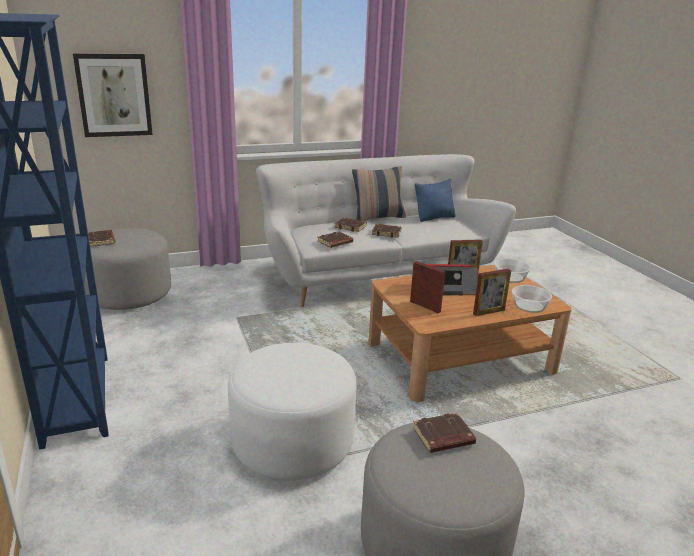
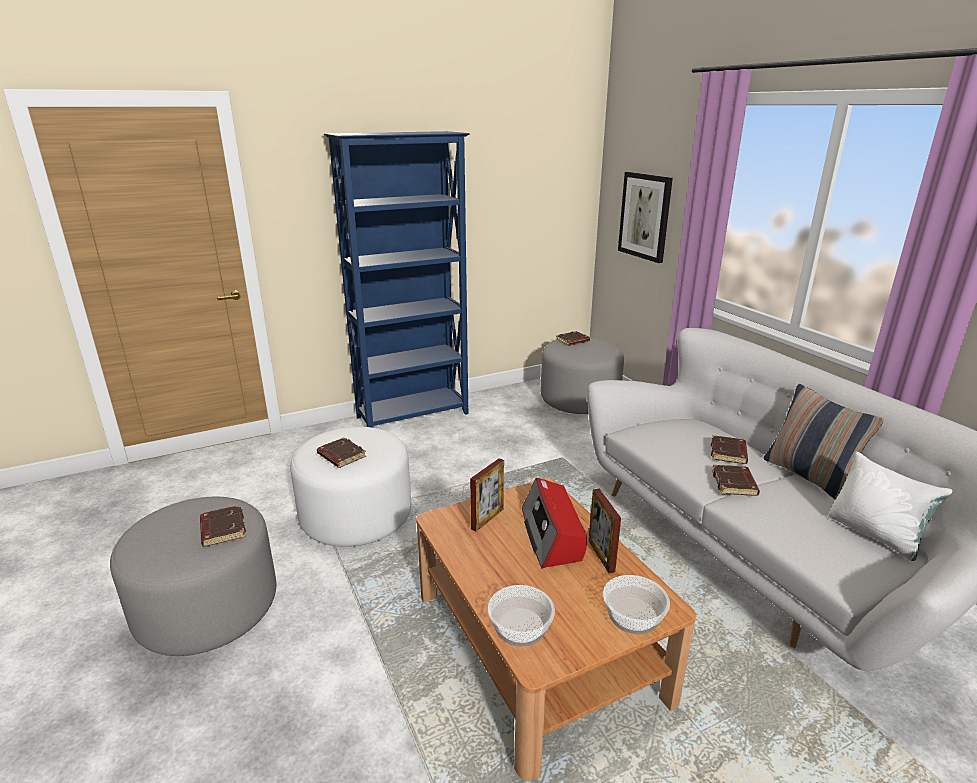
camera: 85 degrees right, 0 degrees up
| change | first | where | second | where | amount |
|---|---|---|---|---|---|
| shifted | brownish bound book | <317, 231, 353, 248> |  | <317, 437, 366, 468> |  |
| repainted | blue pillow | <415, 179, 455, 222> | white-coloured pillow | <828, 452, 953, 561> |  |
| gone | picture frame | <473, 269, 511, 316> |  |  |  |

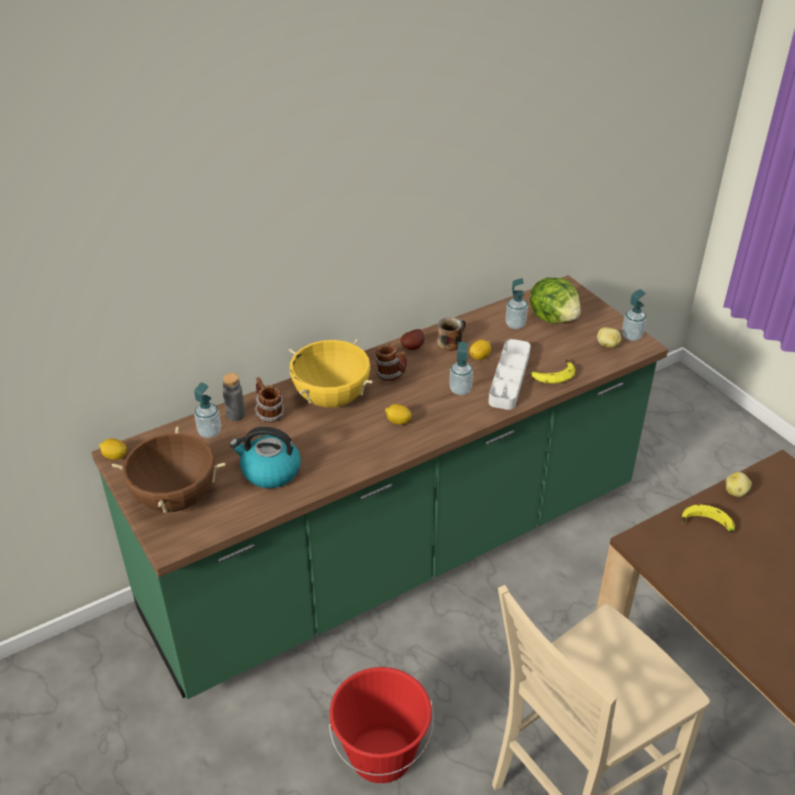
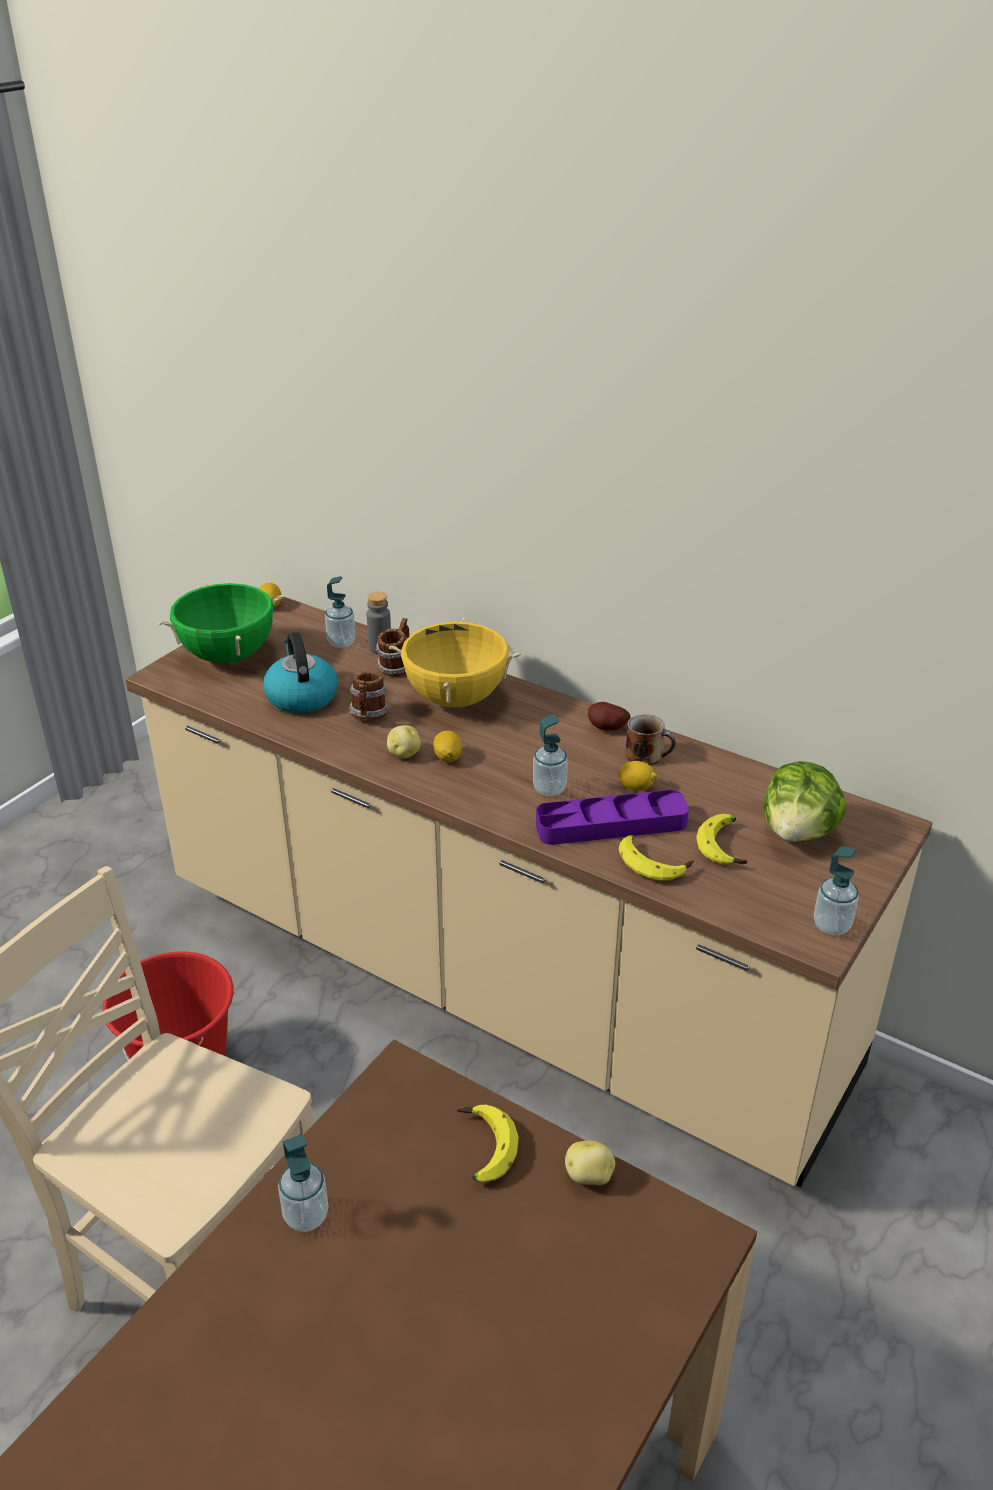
camera: 65 degrees right, 5 degrees down
| change | first | where | second | where | amount |
|---|---|---|---|---|---|
| repainted | green kitchen base unit | <91, 275, 668, 699> | sand-coloured kitchen base unit | <125, 596, 932, 1187> |  |
| repainted | brownish stockpot | <112, 426, 225, 513> | green stockpot | <158, 582, 283, 663> |  |
| shifted | soap bottle | <505, 278, 528, 329> |  | <278, 1134, 329, 1232> |  |
| shifted | mug | <375, 345, 407, 381> |  | <349, 672, 389, 721> |  |
| shifted | spud | <597, 327, 621, 348> |  | <387, 725, 421, 759> |  |
| repainted | gray serving tray | <488, 339, 531, 410> | purple-coloured serving tray | <536, 790, 689, 845> |  |
| new |  |  | banana fruit | <696, 814, 748, 864> |  |

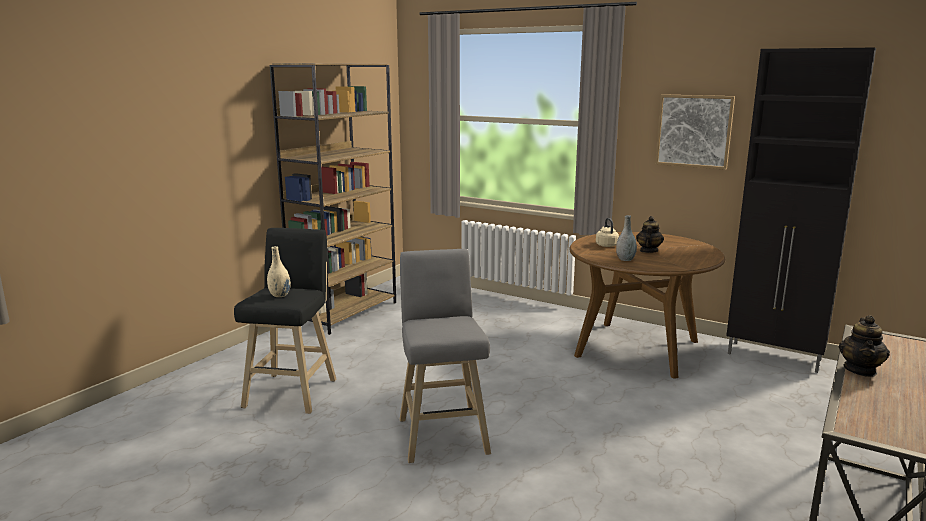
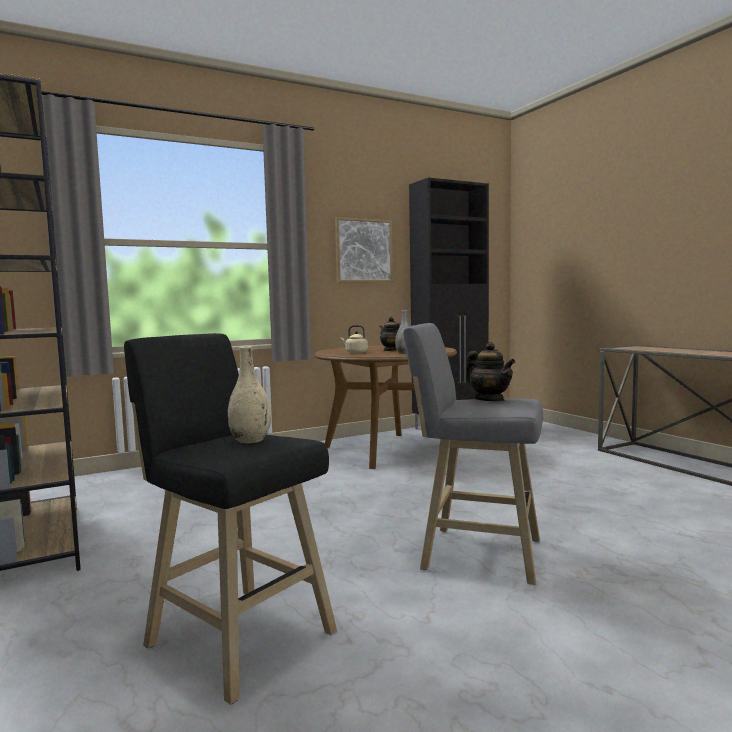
camera: 60 degrees left, 10 degrees down
| change | first | where | second | where | amount |
|---|---|---|---|---|---|
| shifted | teapot | <839, 315, 890, 377> |  | <466, 342, 515, 401> |  |

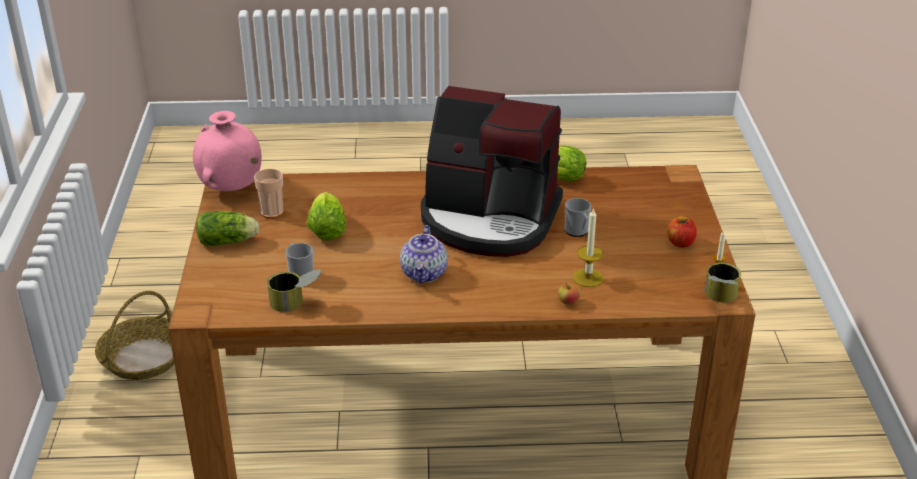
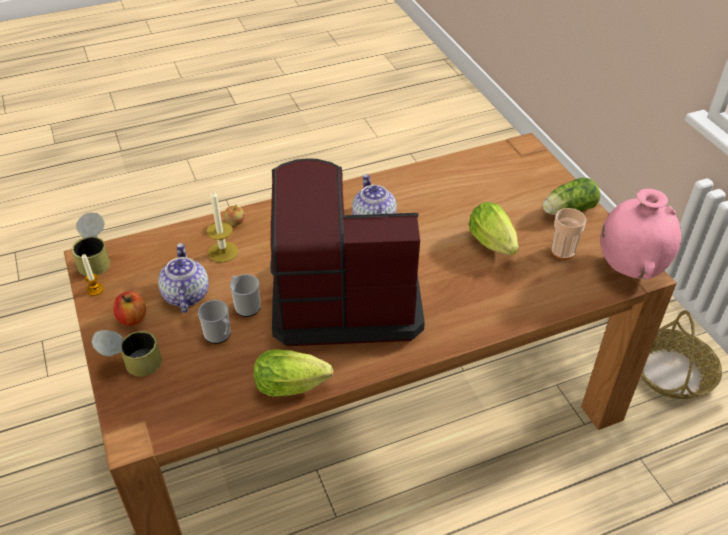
camera: 160 degrees right, 10 degrees up
| change | first | where | second | where | amount |
|---|---|---|---|---|---|
| shifted | can | <267, 269, 321, 312> |  | <91, 330, 162, 377> |  |
| new |  |  | teapot | <158, 243, 209, 313> |  |
| shifted | mug | <285, 243, 314, 276> |  | <198, 300, 231, 344> |  |

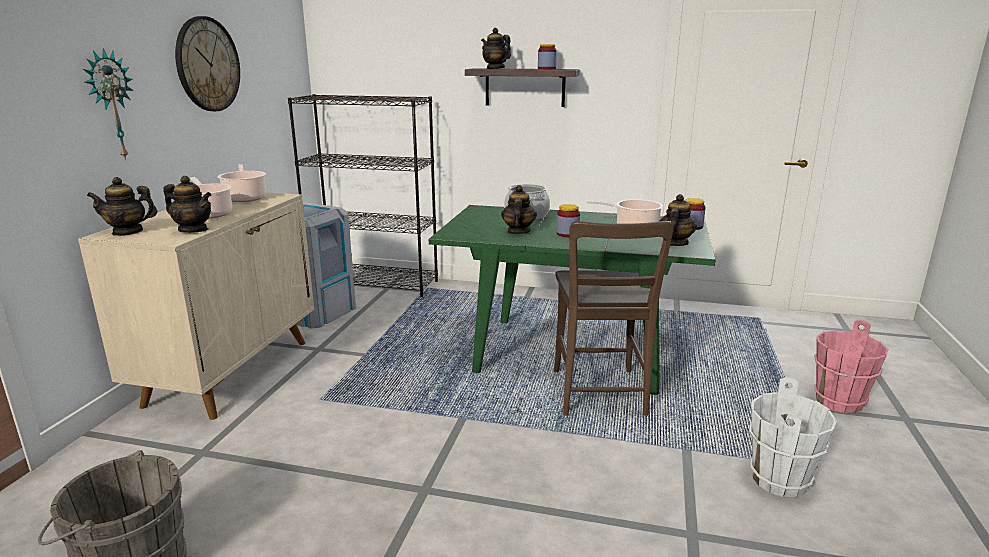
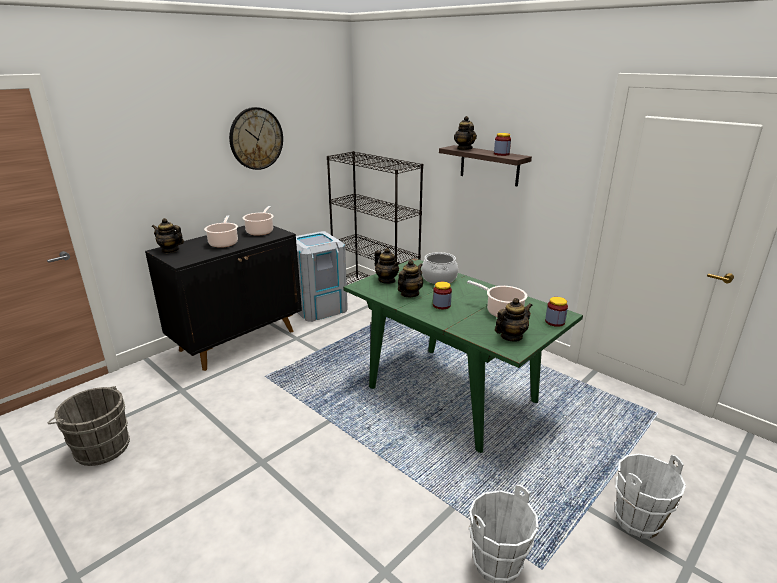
camera: 30 degrees right, 5 degrees up
| change | first | where | second | where | amount |
|---|---|---|---|---|---|
| repainted | sand-coloured cupboard | <78, 192, 314, 420> | black-coloured cupboard | <145, 226, 302, 371> |  |
| shifted | teapot | <163, 176, 211, 233> |  | <375, 248, 400, 284> |  |
| repainted | pinkish pail | <814, 320, 889, 413> | white-coloured pail | <615, 453, 686, 539> |  |
| gone | wall clock | <83, 48, 133, 160> |  |  |  |
| gone | brownish plain chair | <554, 221, 674, 416> |  |  |  |

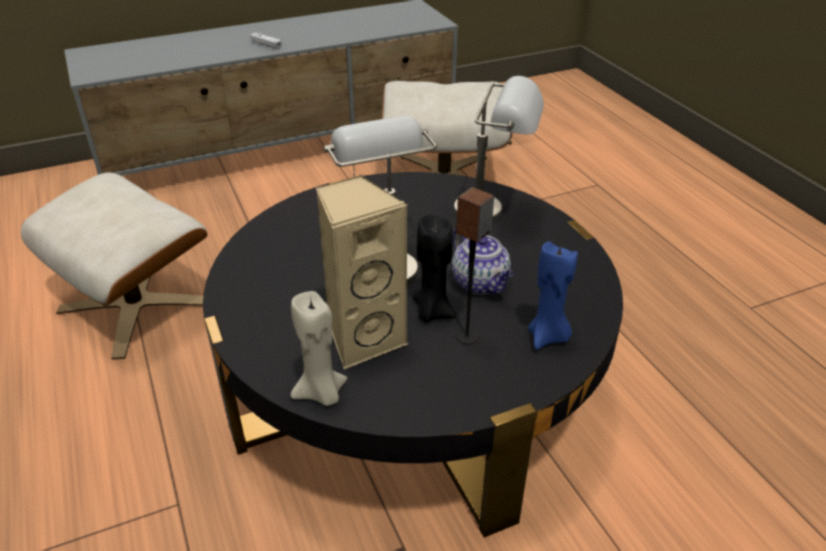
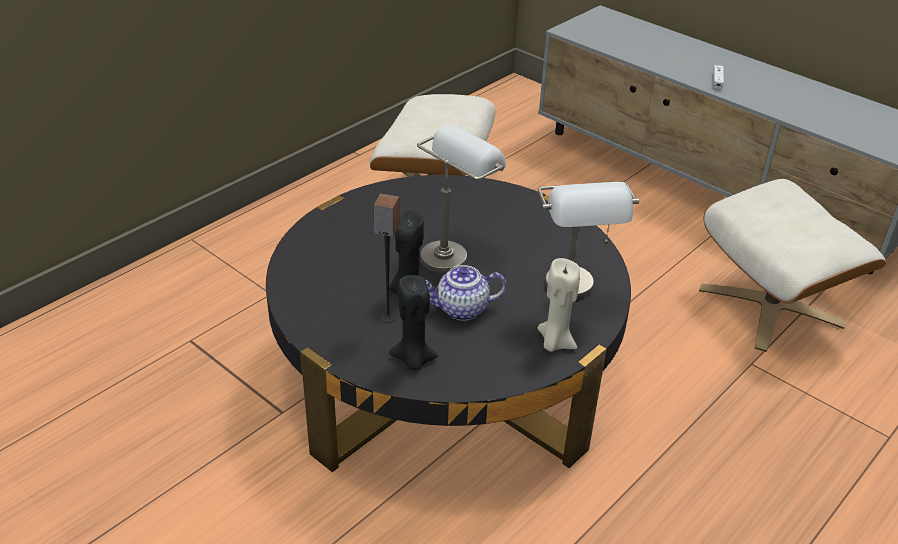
camera: 65 degrees right, 0 degrees up
| change | first | where | second | where | amount |
|---|---|---|---|---|---|
| repainted | blue candle | <528, 241, 578, 350> | black-coloured candle | <389, 275, 438, 371> |  |
| rotated | teapot | <452, 230, 513, 294> |  | <425, 265, 506, 321> | 45 degrees clockwise |
| shifted | sand-coloured candle | <291, 291, 347, 406> |  | <538, 258, 580, 352> |  |
| gone | sand-coloured speaker | <316, 175, 408, 369> |  |  |  |

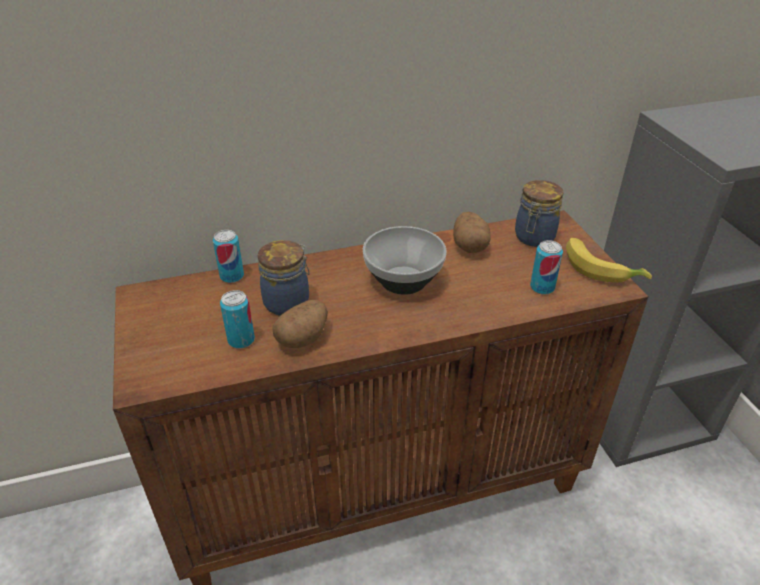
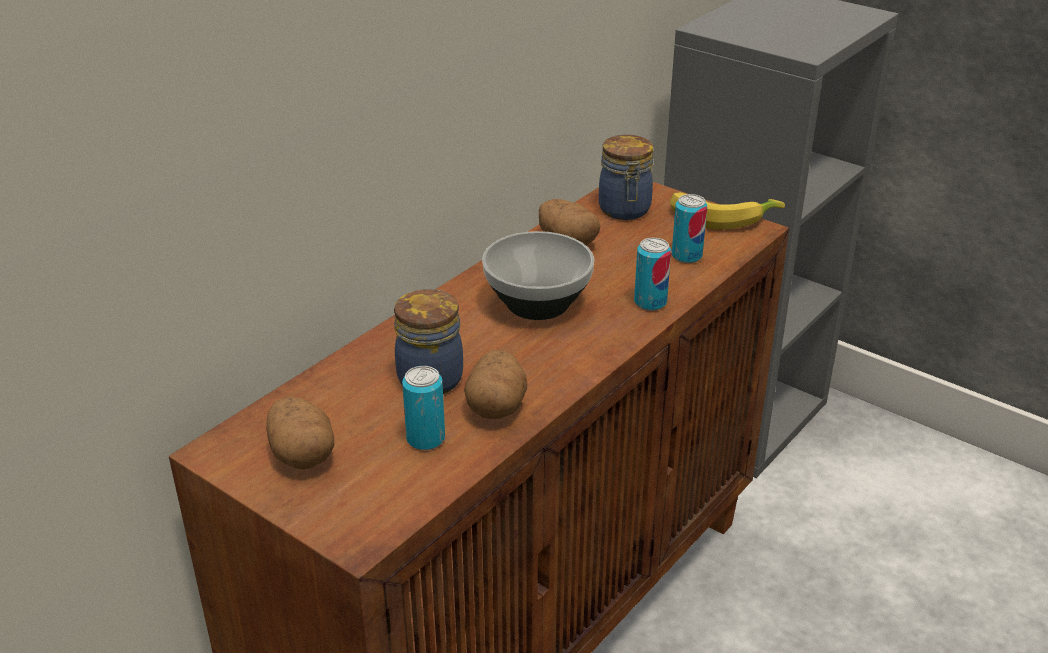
camera: 35 degrees left, 5 degrees down
| change | first | where | second | where | amount |
|---|---|---|---|---|---|
| new |  |  | spud | <266, 396, 334, 469> |  |
| shifted | can | <213, 230, 244, 283> |  | <634, 238, 671, 311> |  |

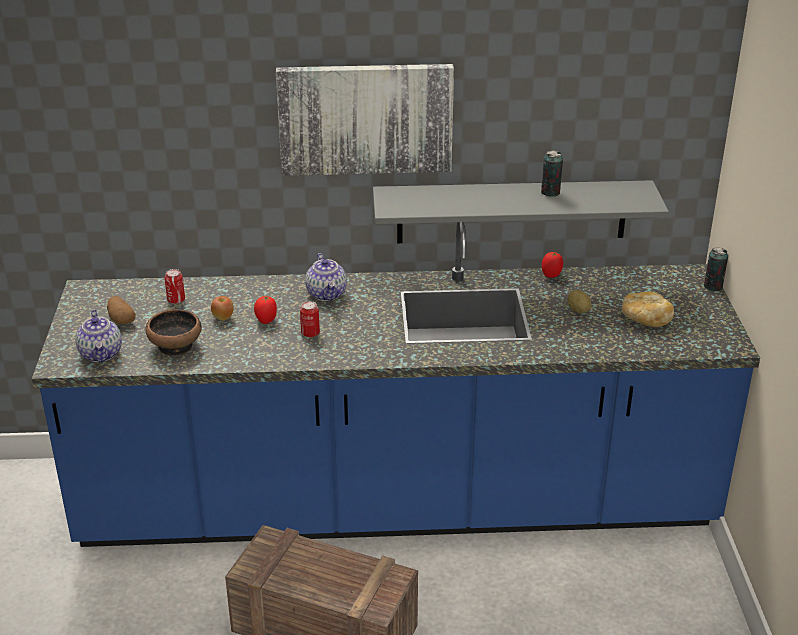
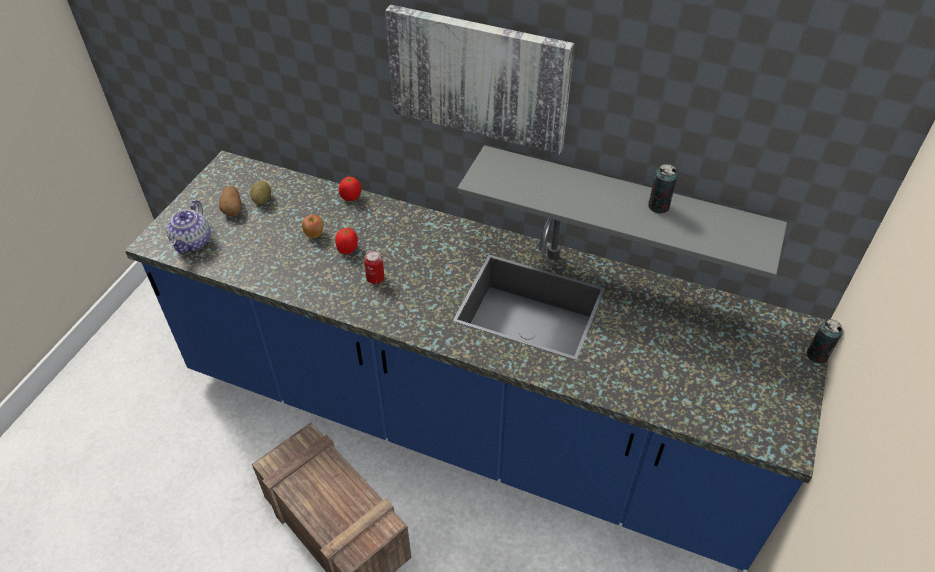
camera: 25 degrees right, 15 degrees up
| change | first | where | second | where | amount |
|---|---|---|---|---|---|
| shifted | spud | <567, 290, 591, 313> |  | <250, 181, 271, 204> |  |
| shifted | tomato | <542, 252, 563, 278> |  | <339, 177, 361, 201> |  |
| gone | serving bowl | <145, 309, 202, 356> |  |  |  |
| gone | can | <165, 269, 185, 304> |  |  |  |
| gone | teapot | <305, 253, 347, 301> |  |  |  |
| gone | bread | <622, 292, 674, 327> |  |  |  |

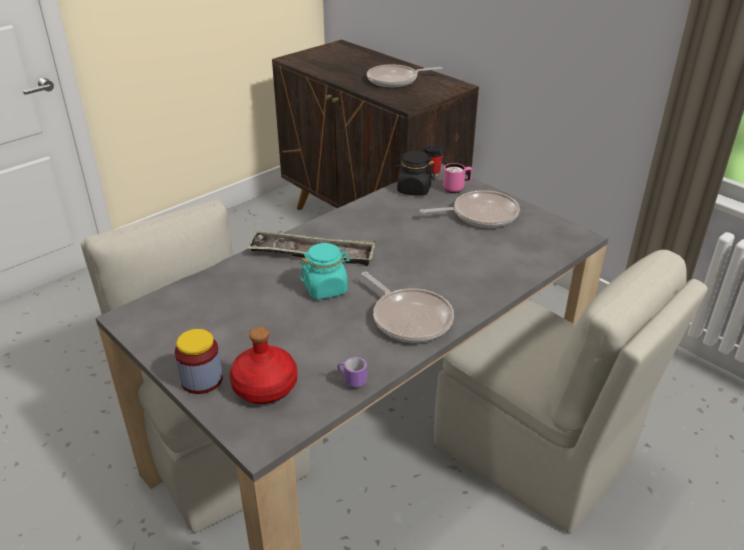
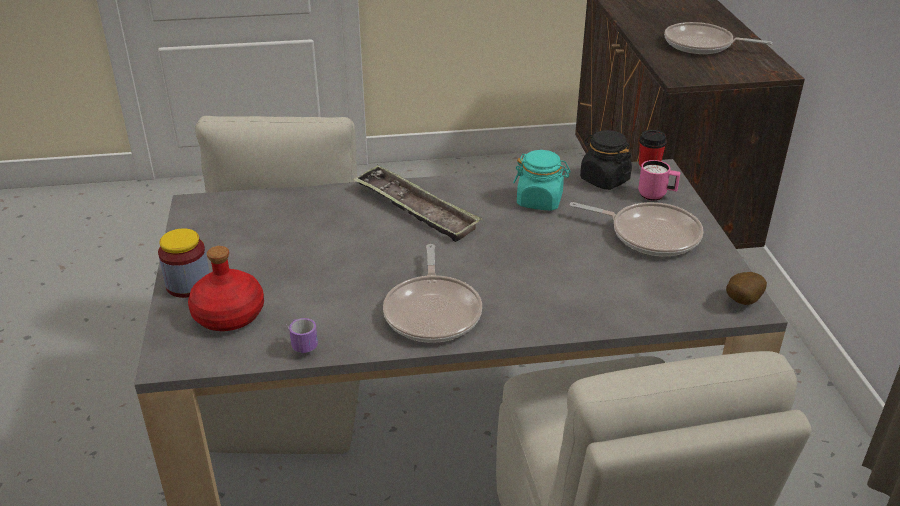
camera: 35 degrees right, 0 degrees up
| change | first | where | second | where | amount |
|---|---|---|---|---|---|
| shifted | blue-green preserve jar | <300, 243, 350, 299> |  | <513, 150, 571, 210> |  |
| new |  |  | spud | <726, 272, 767, 305> |  |

